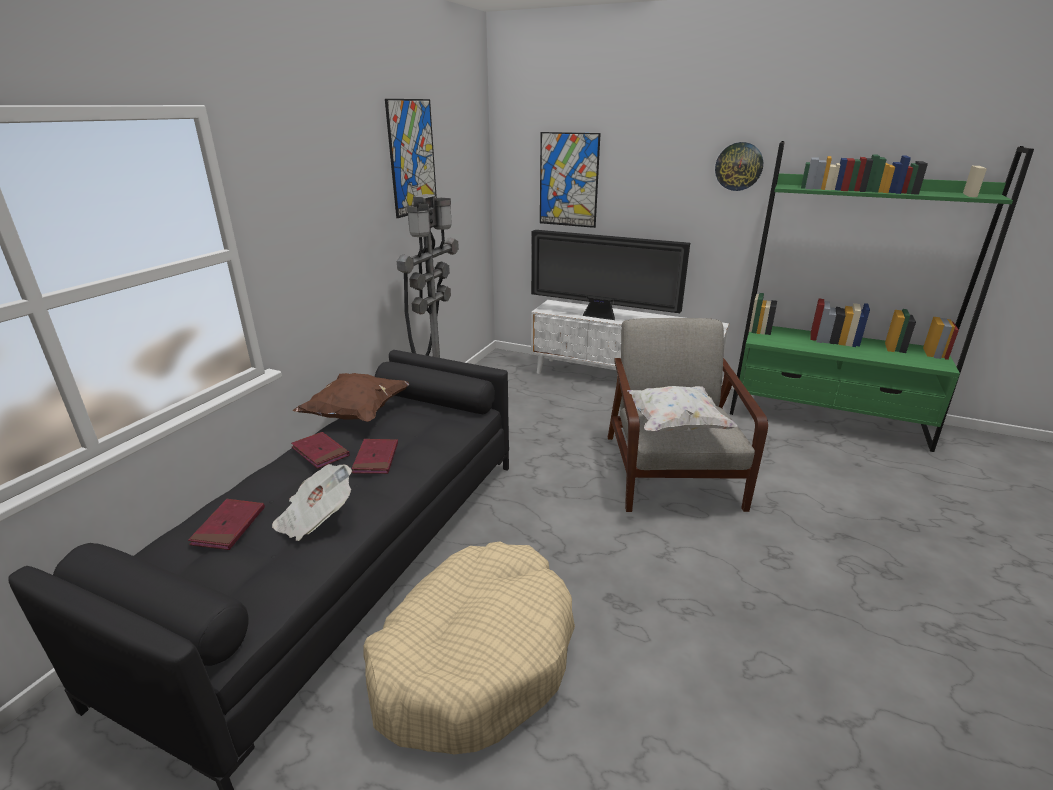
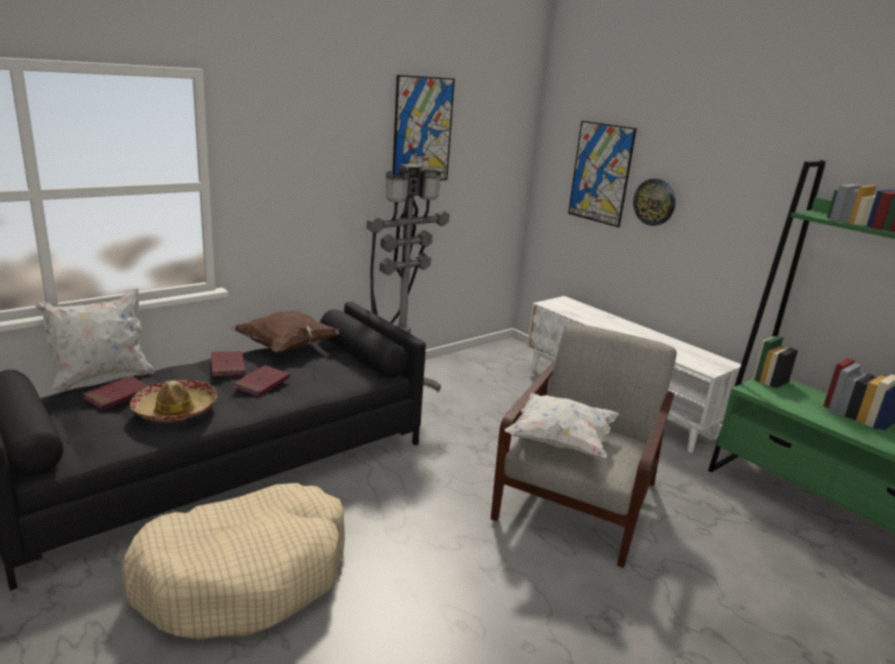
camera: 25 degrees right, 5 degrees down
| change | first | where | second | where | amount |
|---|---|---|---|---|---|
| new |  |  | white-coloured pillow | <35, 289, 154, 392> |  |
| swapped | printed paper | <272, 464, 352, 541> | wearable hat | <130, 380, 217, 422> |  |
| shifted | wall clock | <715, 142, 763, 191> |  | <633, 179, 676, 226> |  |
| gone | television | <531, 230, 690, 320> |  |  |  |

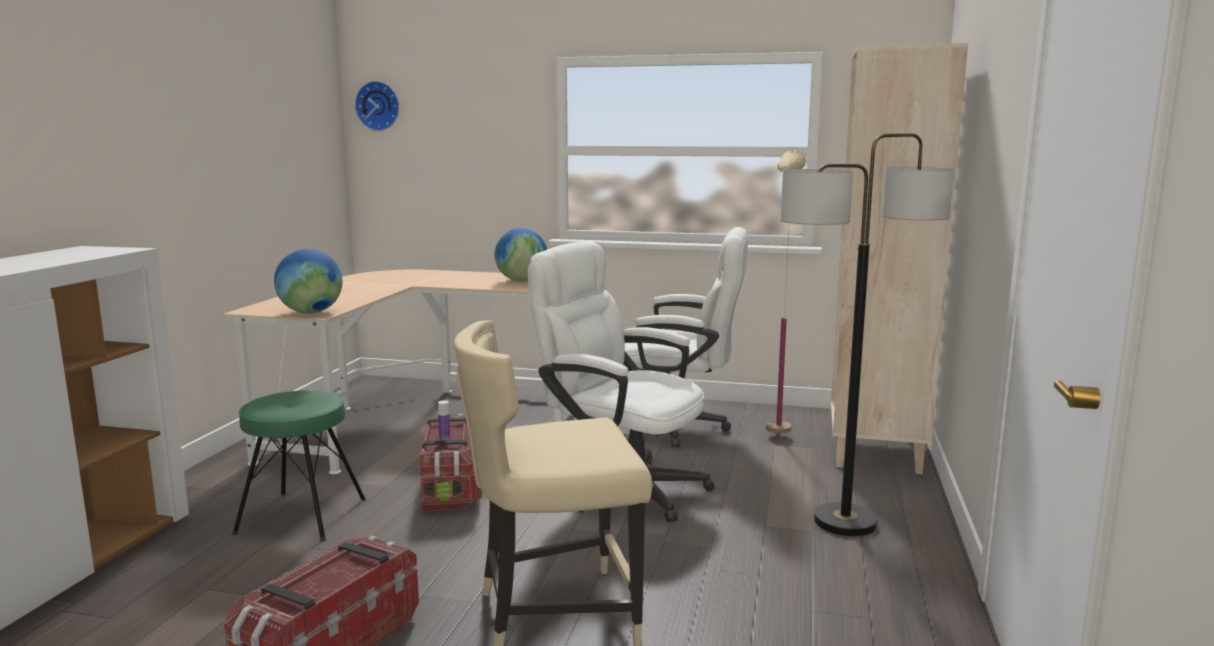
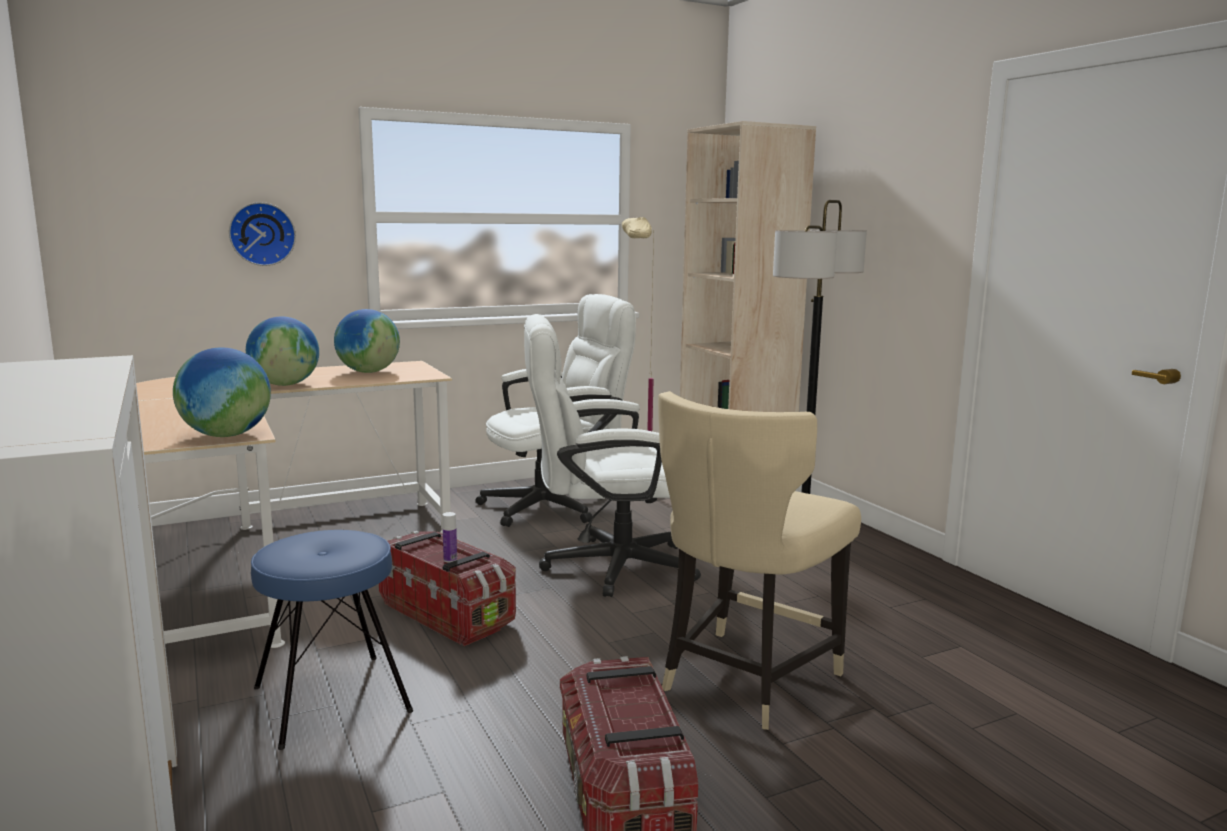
camera: 40 degrees left, 0 degrees up
| change | first | where | second | where | amount |
|---|---|---|---|---|---|
| shifted | wall clock | <355, 81, 399, 131> |  | <229, 202, 296, 266> |  |
| new |  |  | globe | <246, 316, 319, 386> |  |
| repainted | green sitting stool | <232, 390, 366, 541> | blue sitting stool | <251, 530, 413, 750> |  |

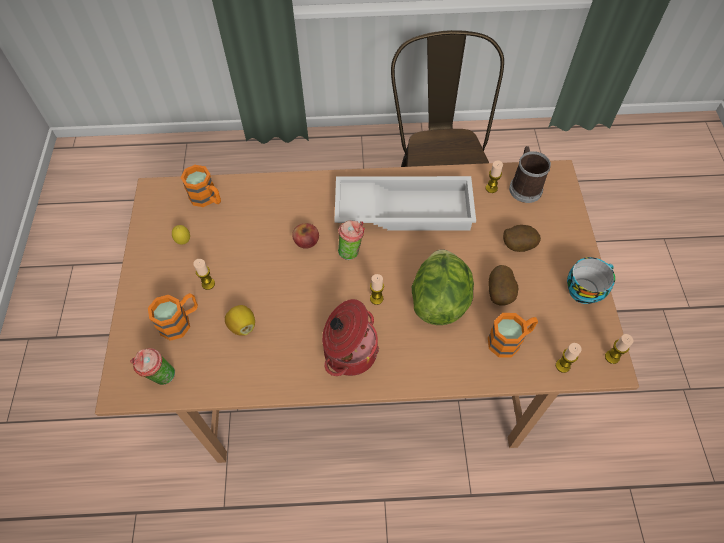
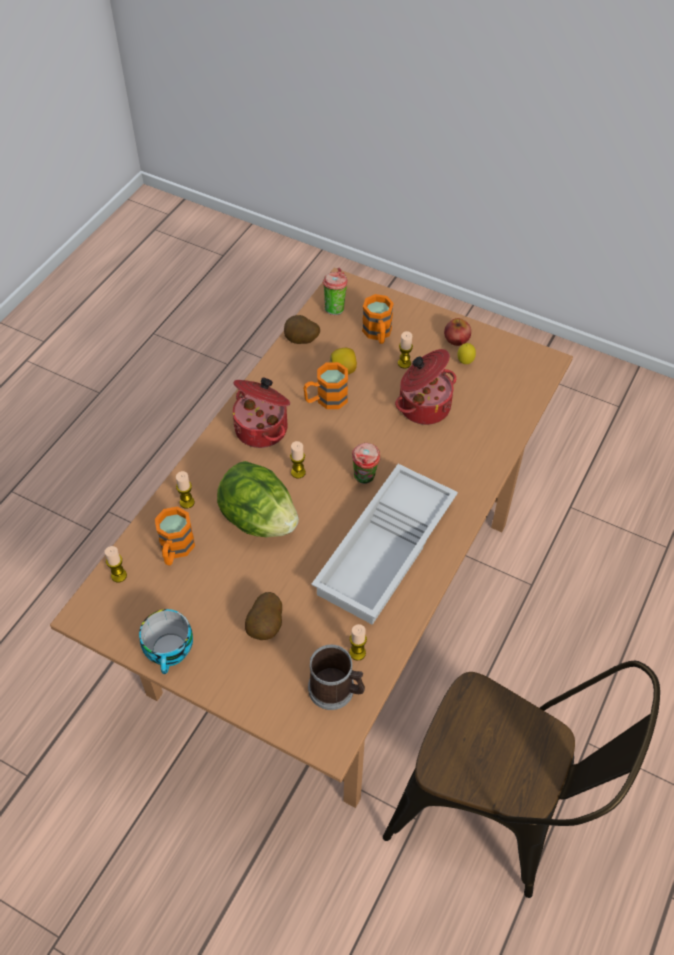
camera: 120 degrees right, 5 degrees down
| change | first | where | second | where | amount |
|---|---|---|---|---|---|
| shifted | candle | <605, 334, 633, 364> |  | <176, 471, 195, 509> |  |
| shifted | spud | <488, 265, 518, 305> |  | <284, 315, 320, 344> |  |
| shifted | orangey mug | <180, 165, 221, 207> |  | <303, 362, 348, 409> |  |
| new |  |  | stockpot | <395, 349, 456, 425> |  |
| shifted | apple fruit | <292, 223, 319, 249> |  | <444, 318, 471, 346> |  |

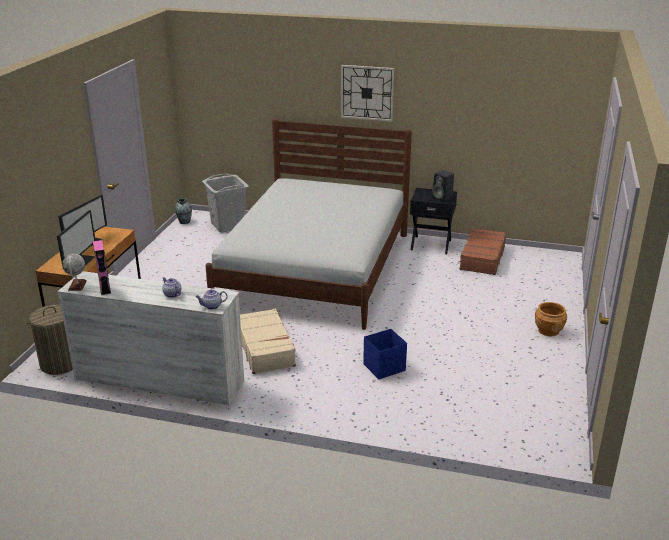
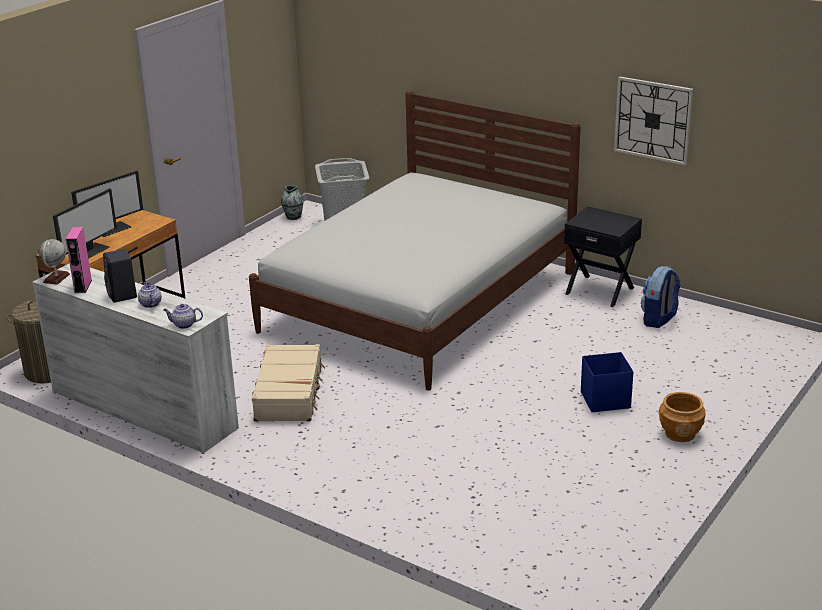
camera: 20 degrees right, 0 degrees up
| change | first | where | second | where | amount |
|---|---|---|---|---|---|
| shifted | black-coloured speaker | <432, 170, 454, 201> |  | <103, 249, 137, 303> |  |
| shifted | blue storage container | <363, 329, 407, 379> |  | <581, 352, 633, 412> |  |
| shifted | wall clock | <341, 65, 394, 122> |  | <614, 76, 693, 166> |  |
| swapped | brownish travel case | <458, 228, 506, 275> | backpack | <641, 266, 681, 328> |  |

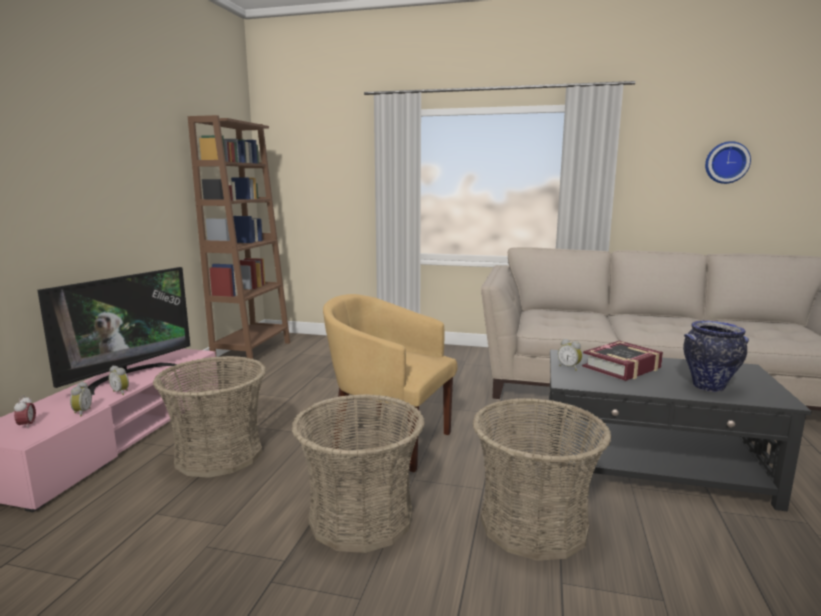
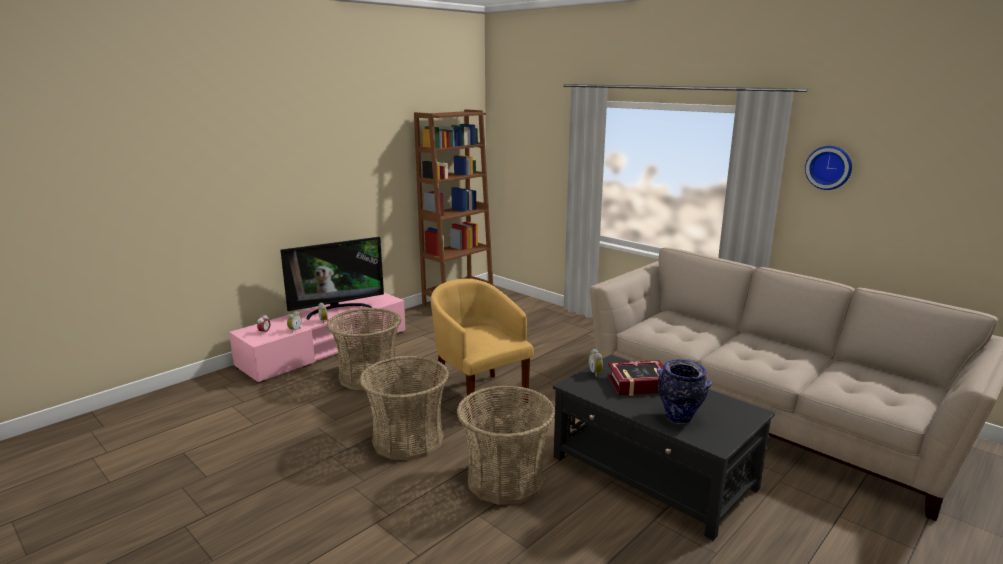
camera: 30 degrees right, 5 degrees up
| change | first | where | second | where | amount |
|---|---|---|---|---|---|
| shifted | wall clock | <705, 141, 751, 184> |  | <805, 146, 852, 190> |  |

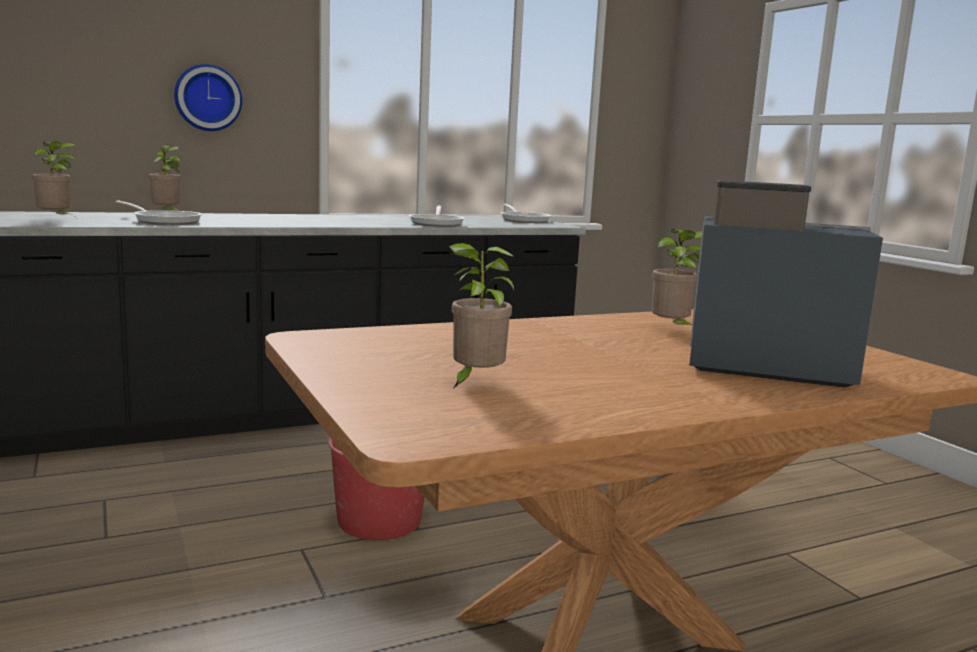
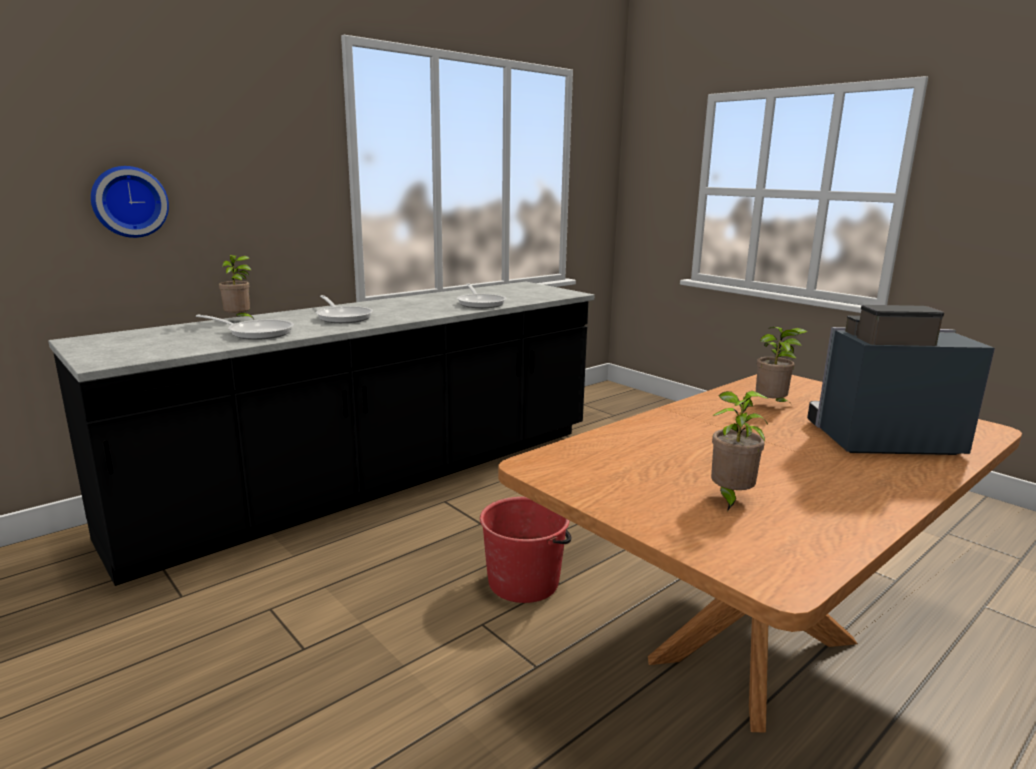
camera: 15 degrees left, 5 degrees up
| change | first | where | second | where | amount |
|---|---|---|---|---|---|
| shifted | wall clock | <174, 64, 242, 131> |  | <91, 166, 169, 238> |  |
| shifted | frying pan | <501, 204, 551, 223> |  | <316, 295, 373, 323> |  |
| gone | potted plant | <32, 141, 76, 216> |  |  |  |

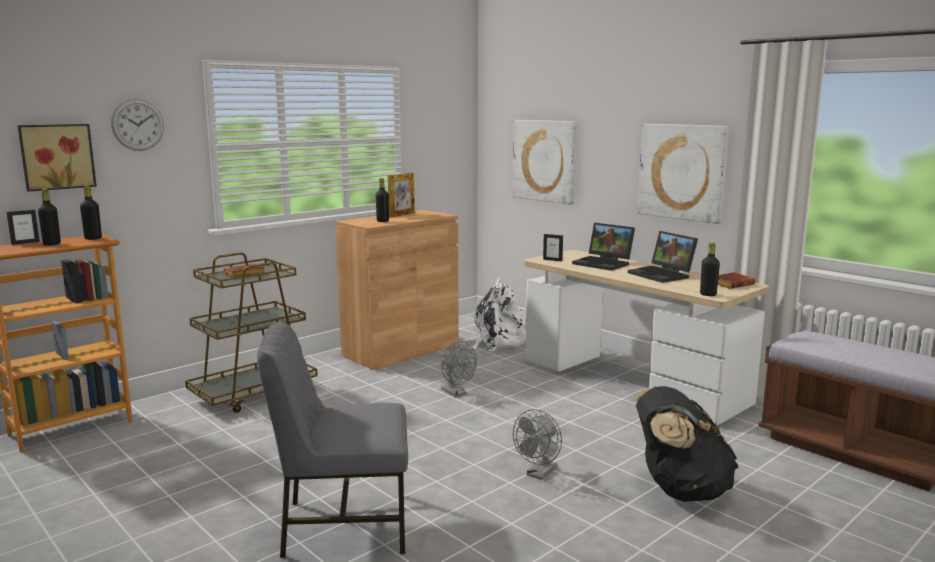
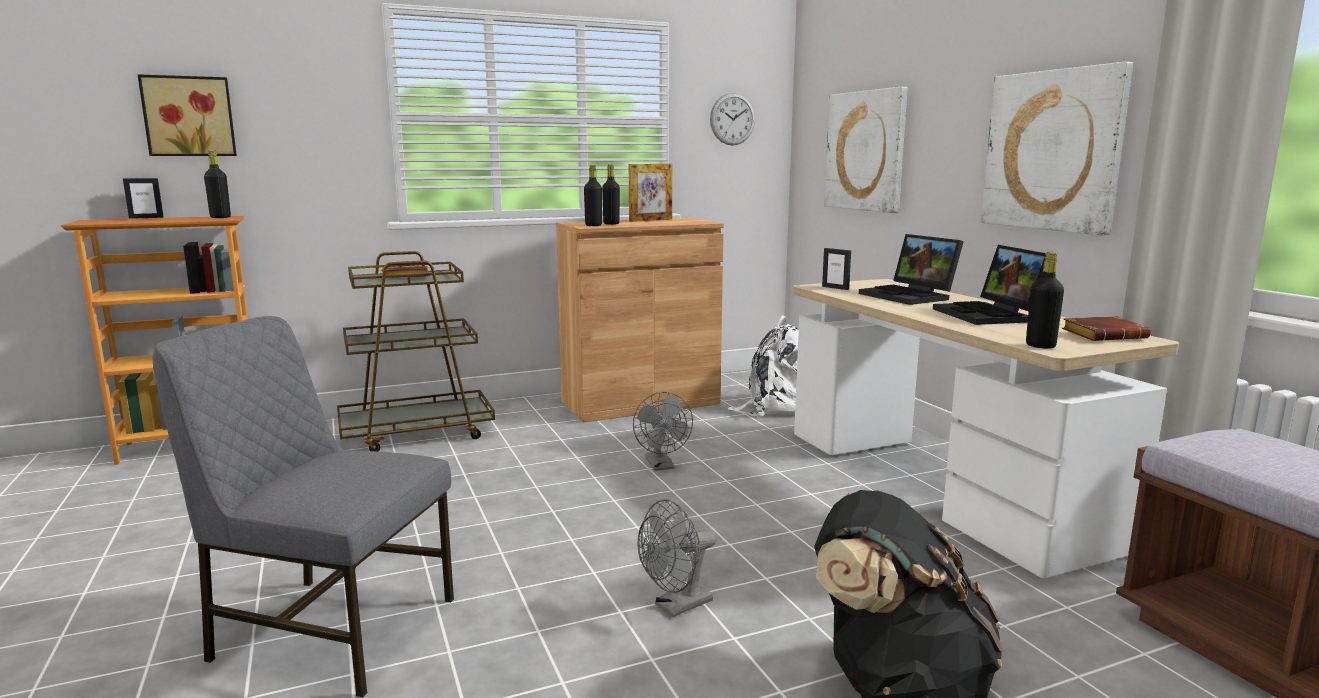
camera: 20 degrees right, 0 degrees up
| change | first | where | second | where | amount |
|---|---|---|---|---|---|
| shifted | black-coloured drink bottle | <38, 189, 61, 246> |  | <584, 165, 602, 226> |  |
| shifted | wall clock | <111, 99, 164, 151> |  | <710, 93, 755, 145> |  |

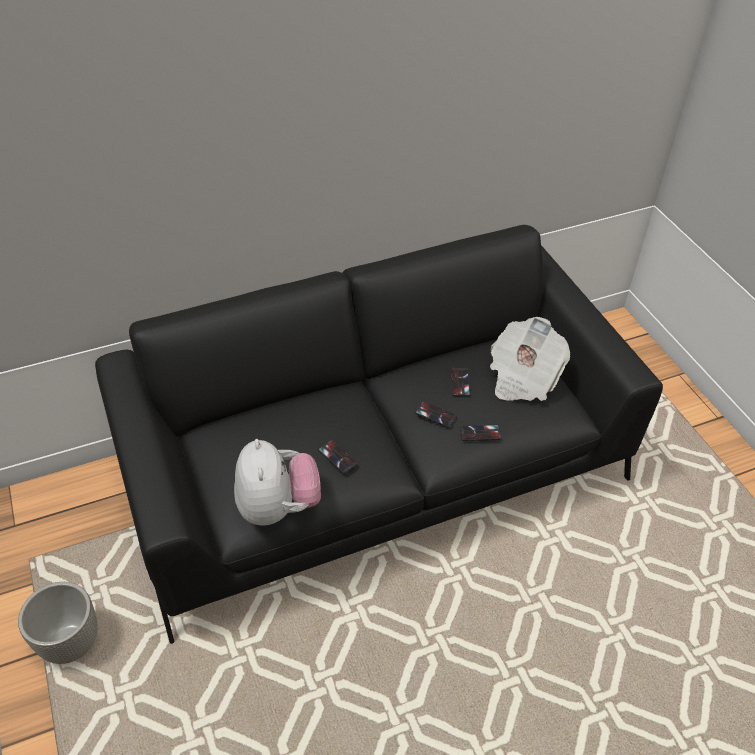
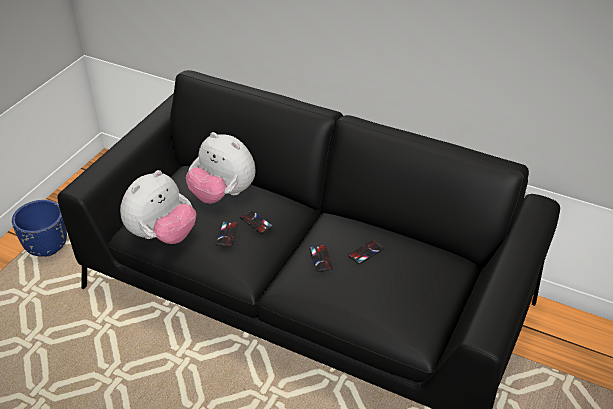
camera: 50 degrees right, 5 degrees down
| change | first | where | second | where | amount |
|---|---|---|---|---|---|
| repainted | gray flower pot | <18, 582, 98, 664> | blue flower pot | <12, 200, 67, 257> |  |
| new |  |  | plush toy | <186, 132, 256, 204> |  |
| shifted | phone | <460, 425, 501, 441> |  | <240, 210, 273, 234> |  |
| gone | printed paper | <490, 317, 570, 401> |  |  |  |

